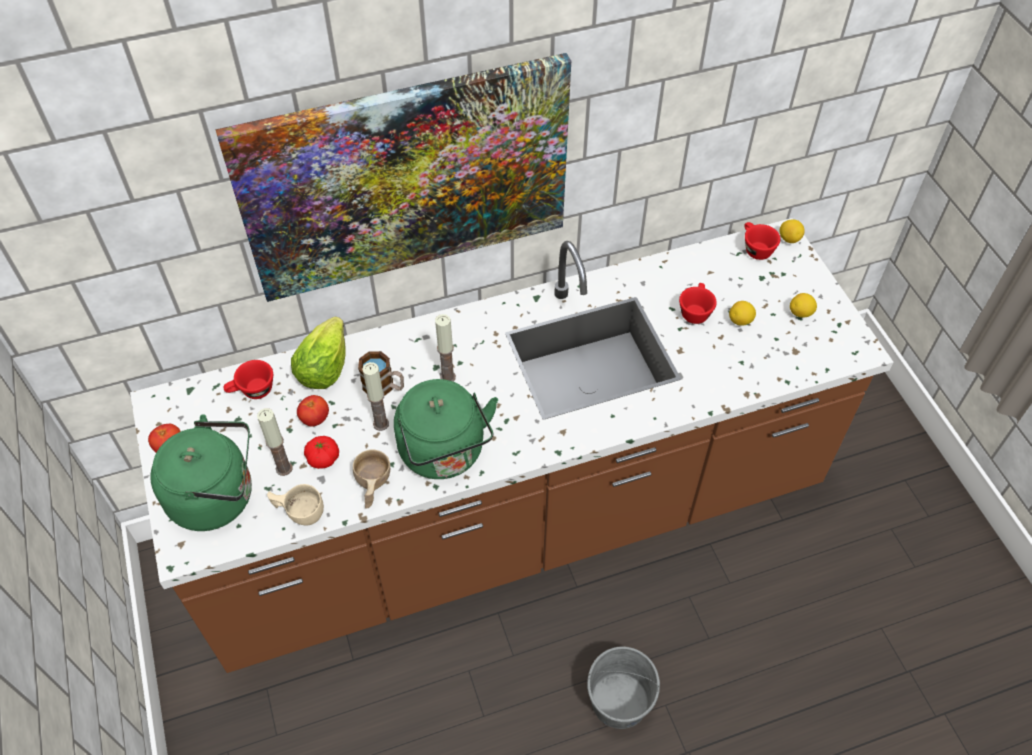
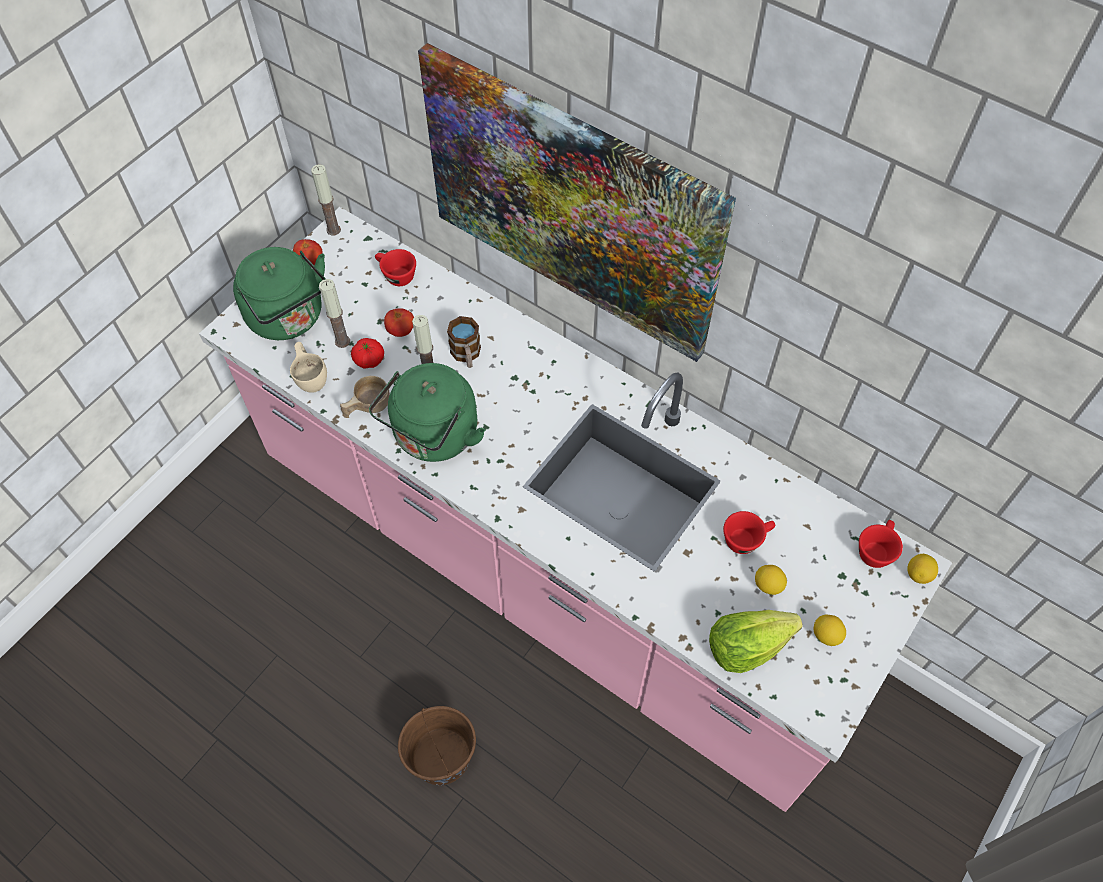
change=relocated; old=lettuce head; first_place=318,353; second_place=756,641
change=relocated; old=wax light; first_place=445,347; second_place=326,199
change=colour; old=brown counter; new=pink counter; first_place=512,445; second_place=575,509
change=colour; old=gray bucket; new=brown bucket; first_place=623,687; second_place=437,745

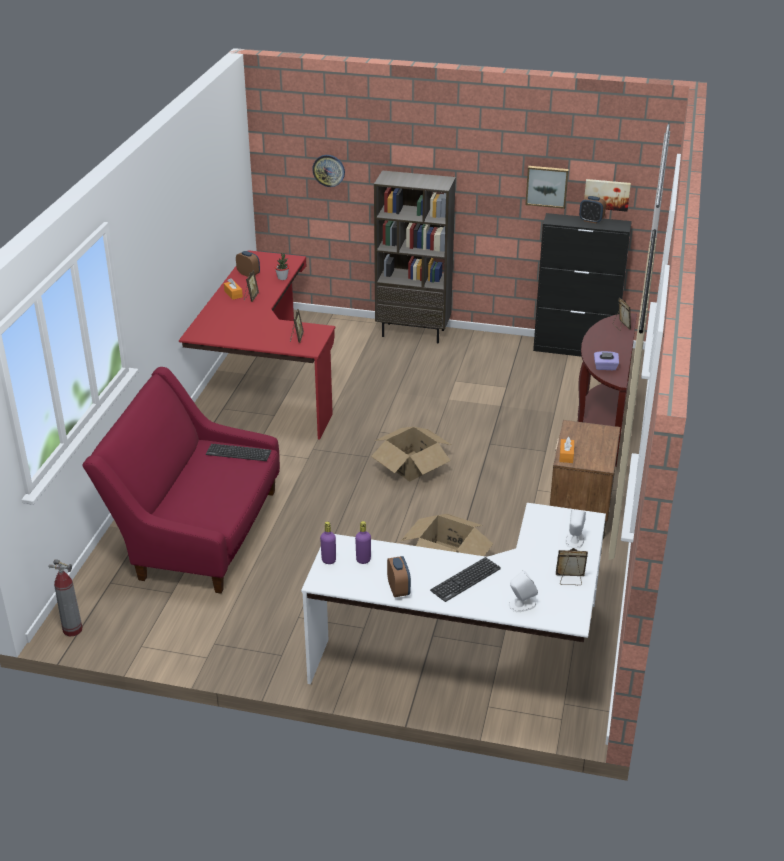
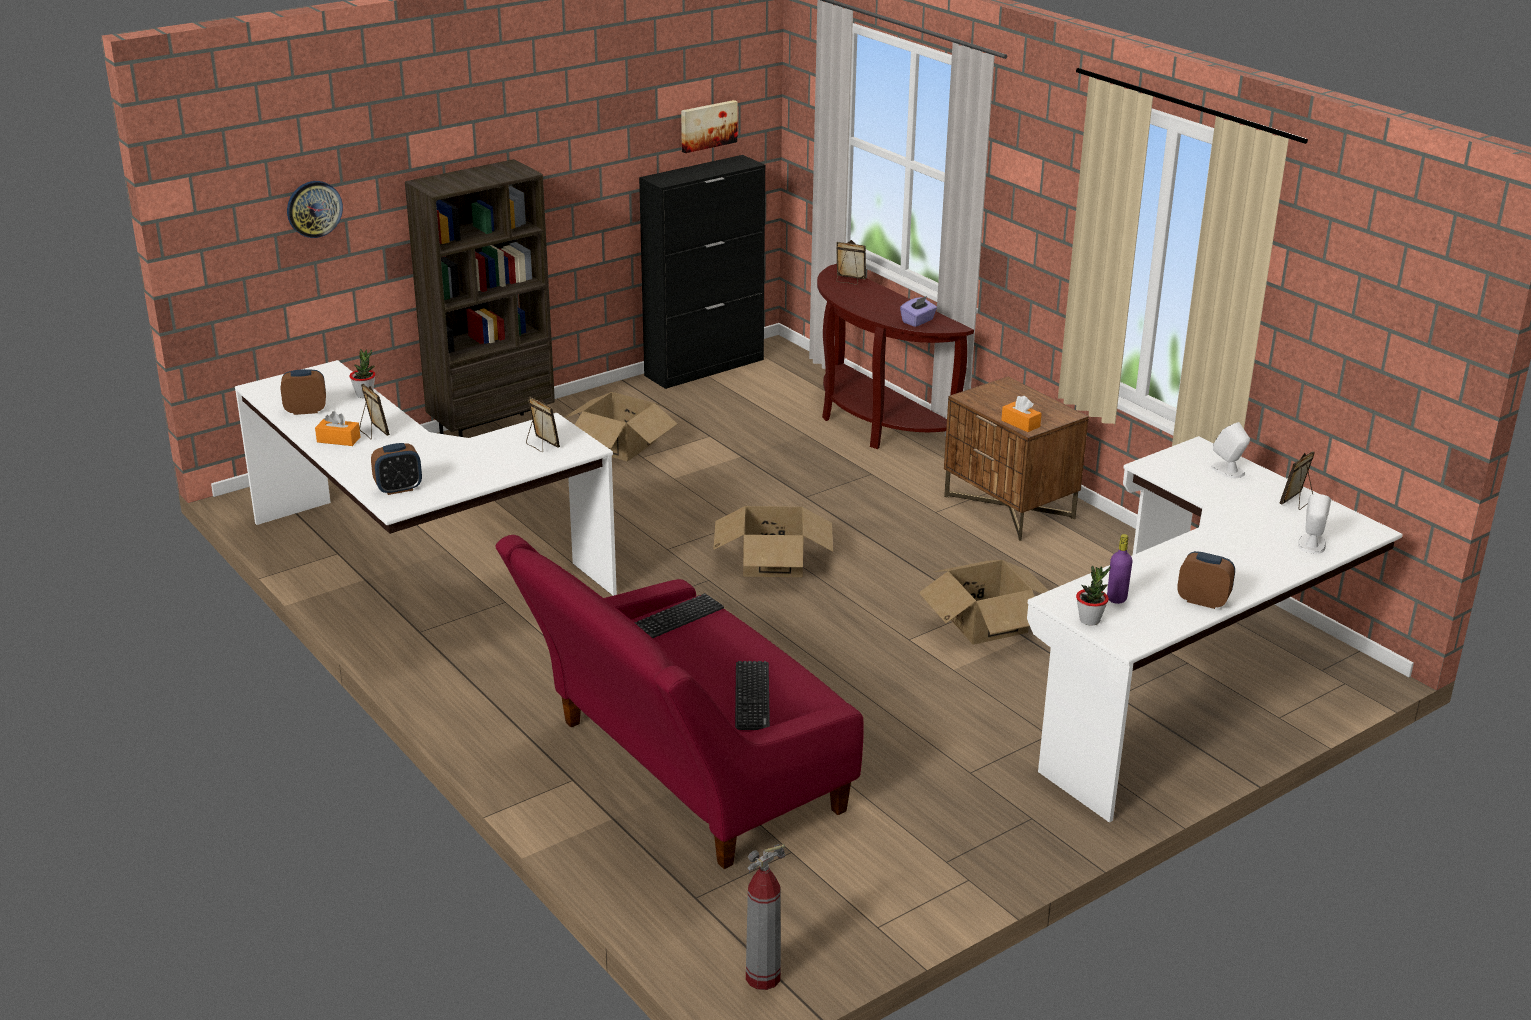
change=missing; old=picture; first_place=547,187
change=appeared; new=packing box; second_place=620,426
change=relocated; old=computer keyboard; first_place=465,579; second_place=752,695
change=relocated; old=bedside clock; first_place=592,209; second_place=396,469
change=exchanged; old=purple bottle; new=potted plant; first_place=328,542; second_place=1093,596
change=colour; old=reddish desk unit; new=white desk unit; first_place=257,345; second_place=426,478

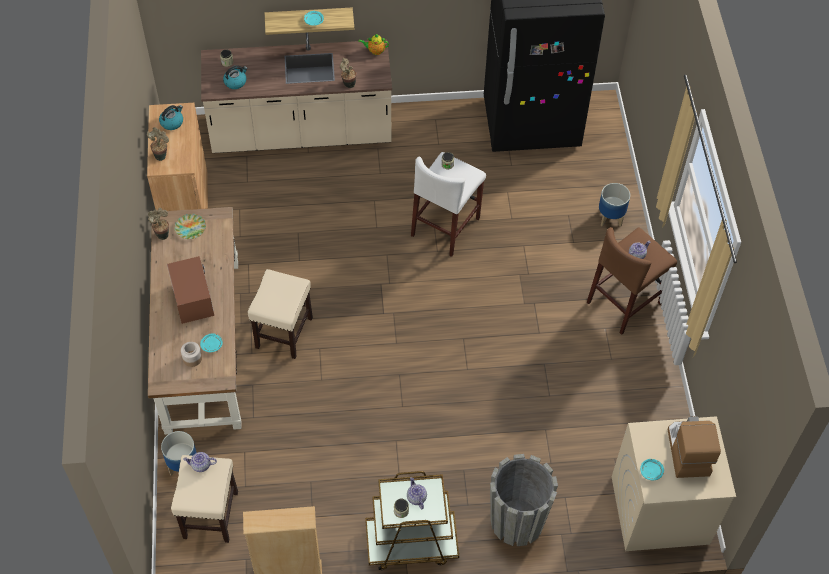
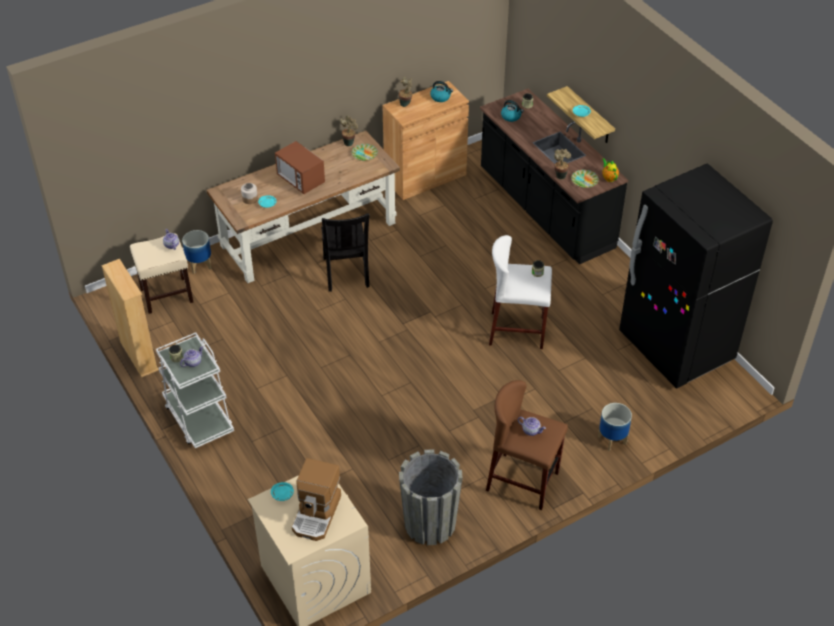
change=appeared; new=dinner plate; second_place=585,179
change=relocated; old=gray plant pot; first_place=524,500; second_place=431,497
change=exchanged; old=beige-coloured sitting stool; new=black-coloured upright chair; first_place=280,314; second_place=345,252
change=colour; old=beige-coloured counter; new=black-coloured counter; first_place=296,92; second_place=554,176
change=colour; old=brown trolley; new=white trolley; first_place=412,520; second_place=195,390
change=spun; old=microwave oven; first_place=190,290; second_place=300,167; degrees=90
change=spun; old=coffee brewer; first_place=694,447; second_place=316,499; degrees=135

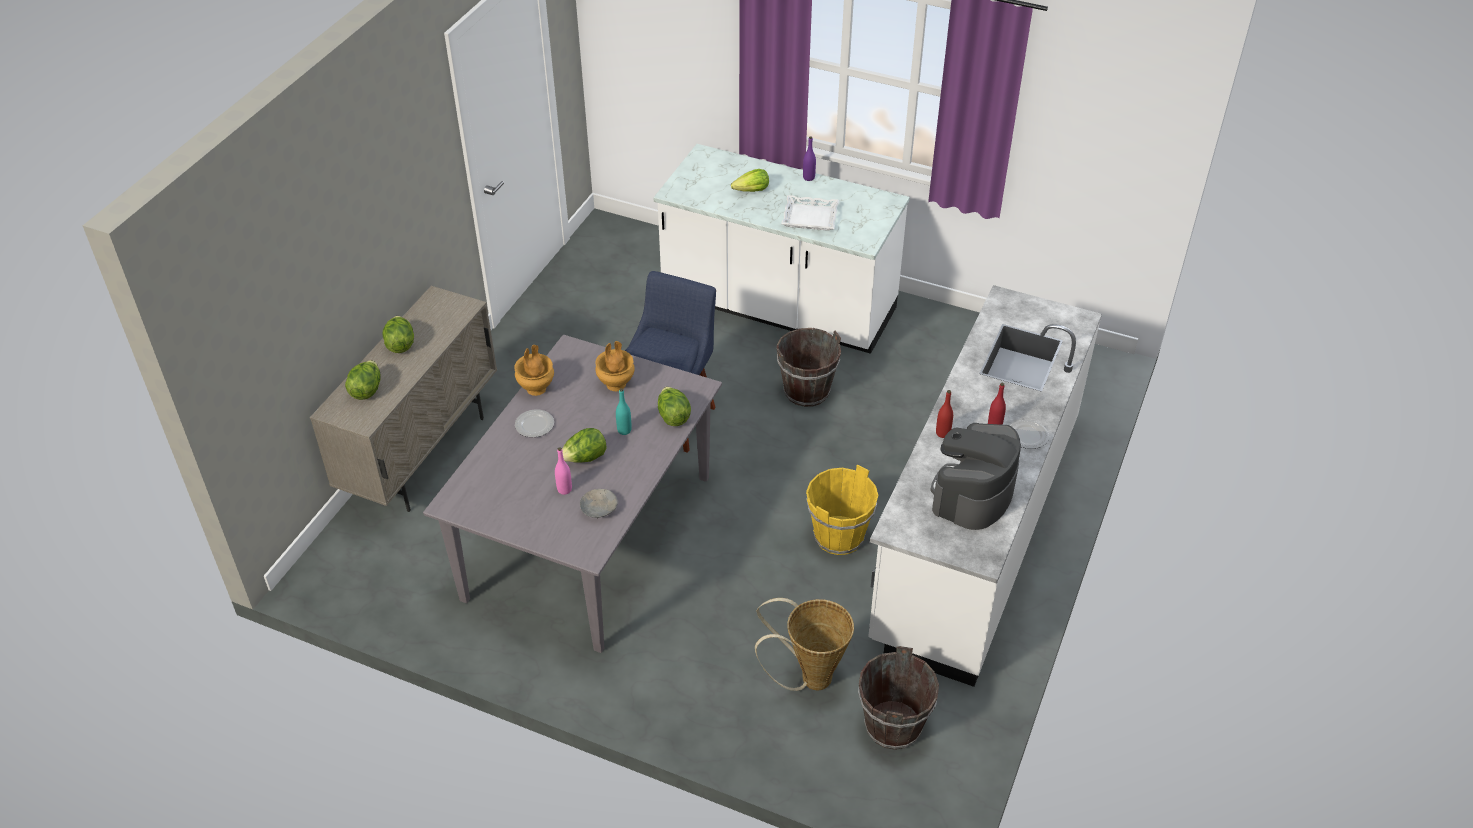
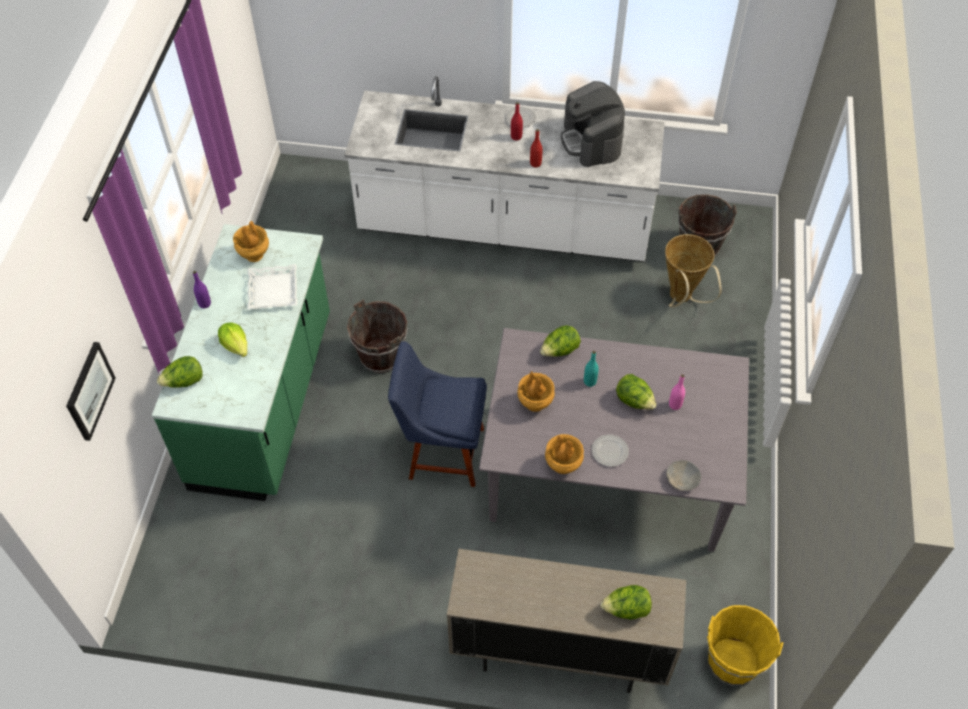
change=appeared; new=picture; second_place=91,391
change=appeared; new=brown flower vase; second_place=251,241
change=relocated; old=lettuce head; first_place=398,334; second_place=180,372
change=relocated; old=gray serving bowl; first_place=599,503; second_place=683,475
change=relocated; old=yellow-coloured bucket; first_place=842,510; second_place=745,645
change=colour; old=white counter; new=greenish counter; first_place=782,249; second_place=241,362
change=spun; old=coffee brewer; first_place=975,476; second_place=593,124; degrees=60

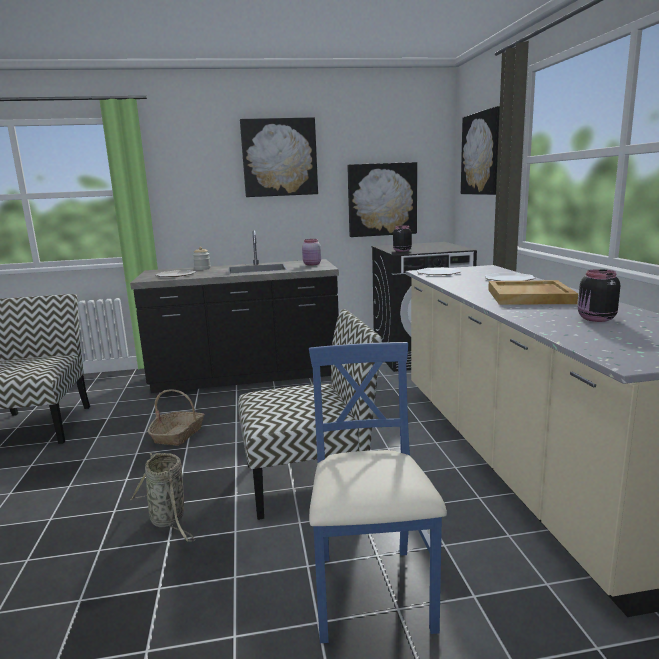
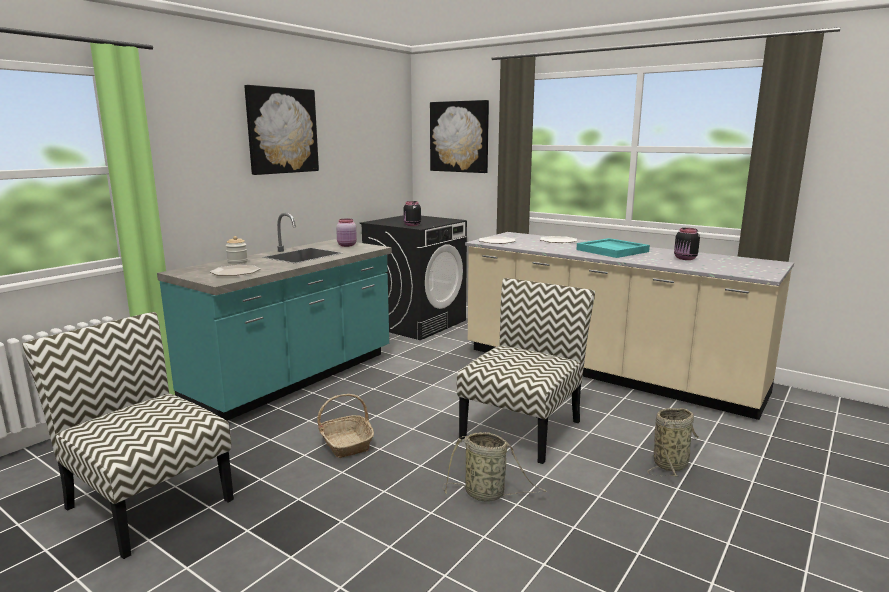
change=missing; old=picture; first_place=382,199
change=exchanged; old=blue-coloured upright chair; new=household basket; first_place=378,492; second_place=673,442
change=colour; old=black-coloured counter; new=turquoise counter; first_place=234,311; second_place=274,317
change=colour; old=beige-coloured carrying tray; new=turquoise carrying tray; first_place=533,292; second_place=613,248

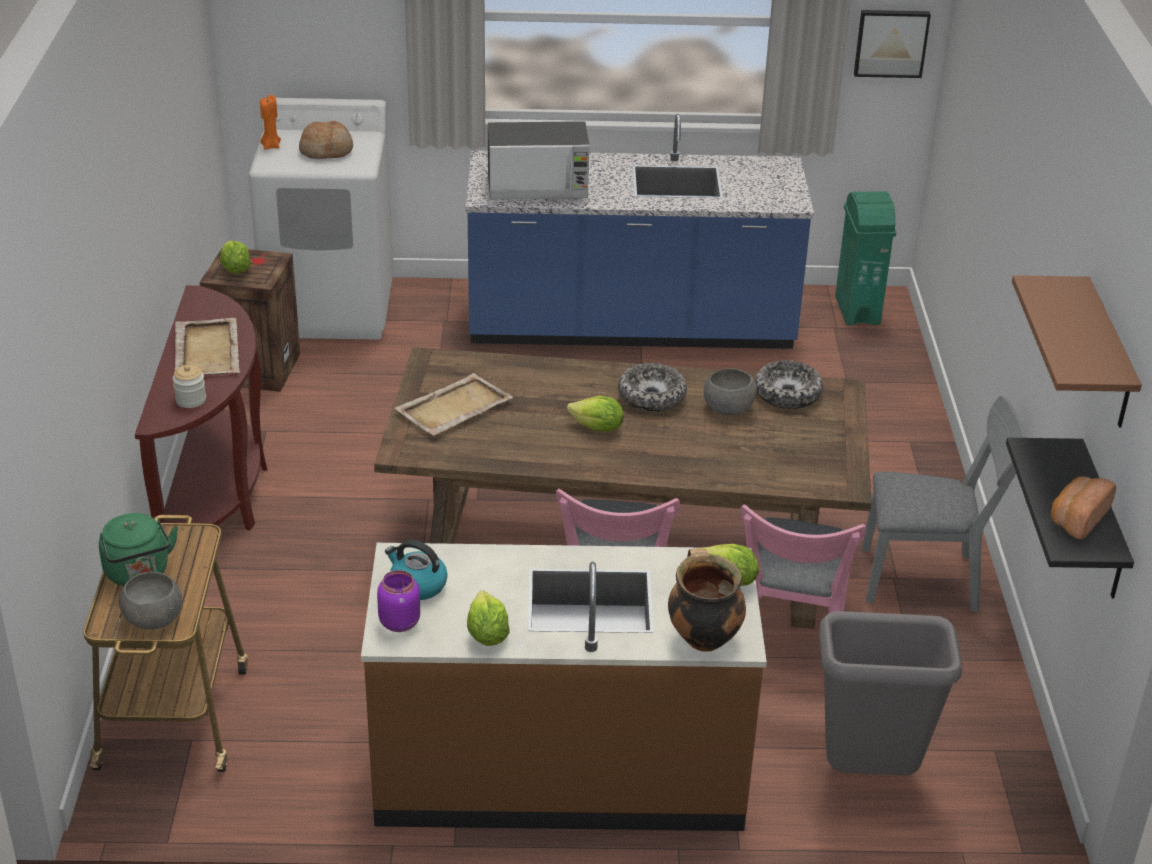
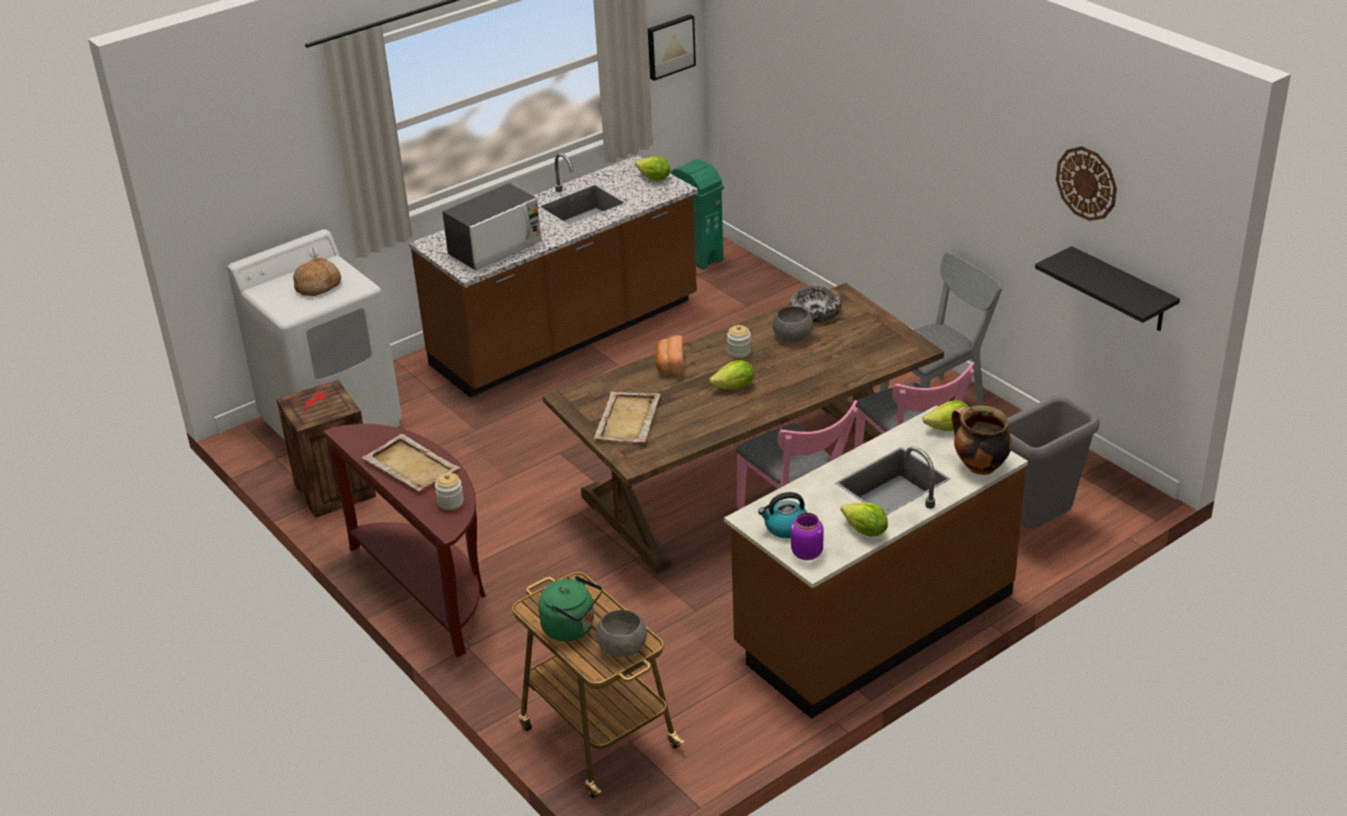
change=missing; old=orangey wax light; first_place=270,122
change=relocated; old=lettuce head; first_place=235,256; second_place=652,168
change=relocated; old=bread; first_place=1083,508; second_place=670,355
change=exchanged; old=serving bowl; new=preserve jar; first_place=652,387; second_place=739,341
change=exchanged; old=brown shelf; new=hanging clock; first_place=1077,351; second_place=1086,183
change=colour; old=blue-coloured counter; new=brown counter; first_place=640,231; second_place=553,275

